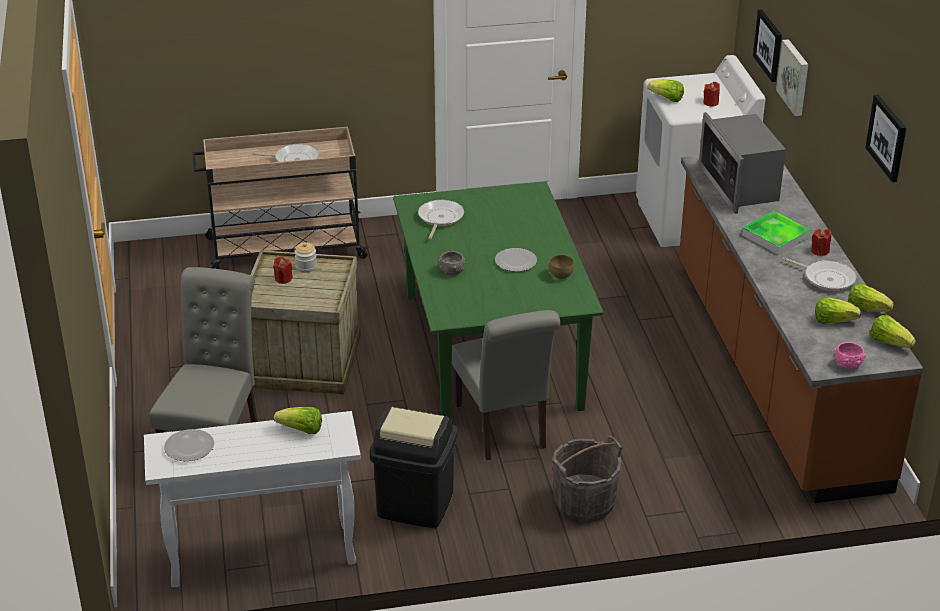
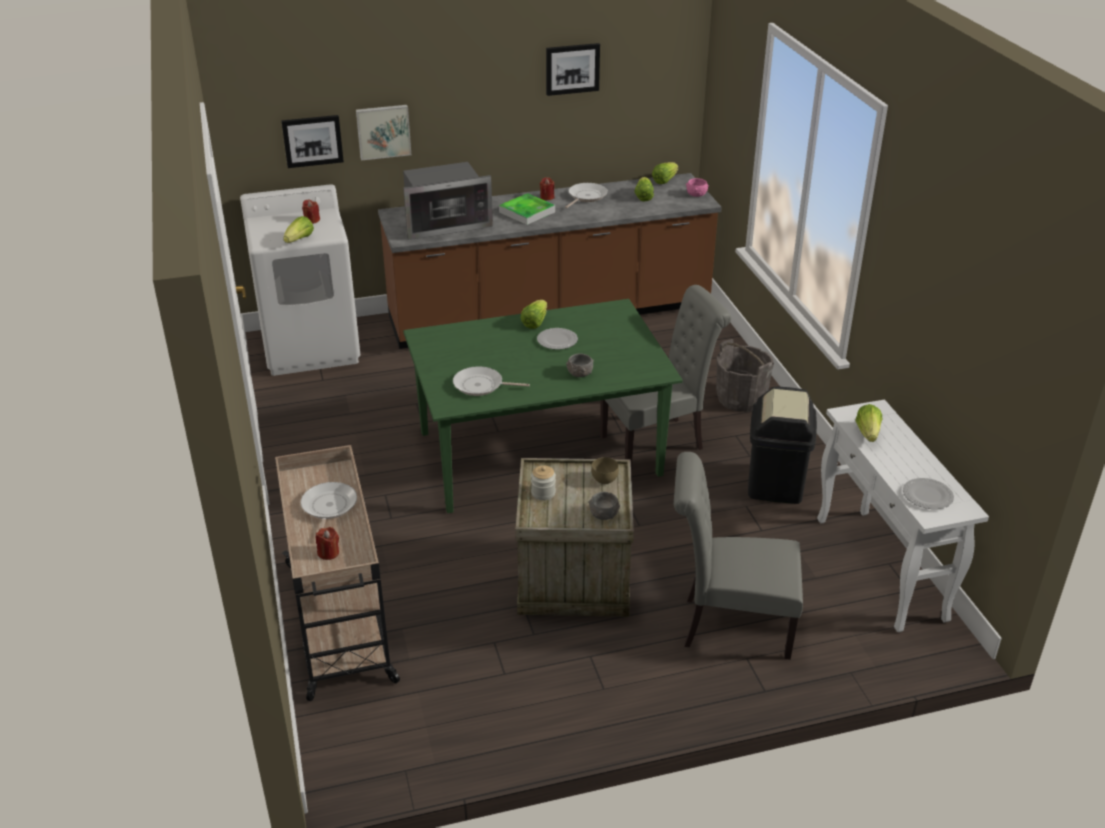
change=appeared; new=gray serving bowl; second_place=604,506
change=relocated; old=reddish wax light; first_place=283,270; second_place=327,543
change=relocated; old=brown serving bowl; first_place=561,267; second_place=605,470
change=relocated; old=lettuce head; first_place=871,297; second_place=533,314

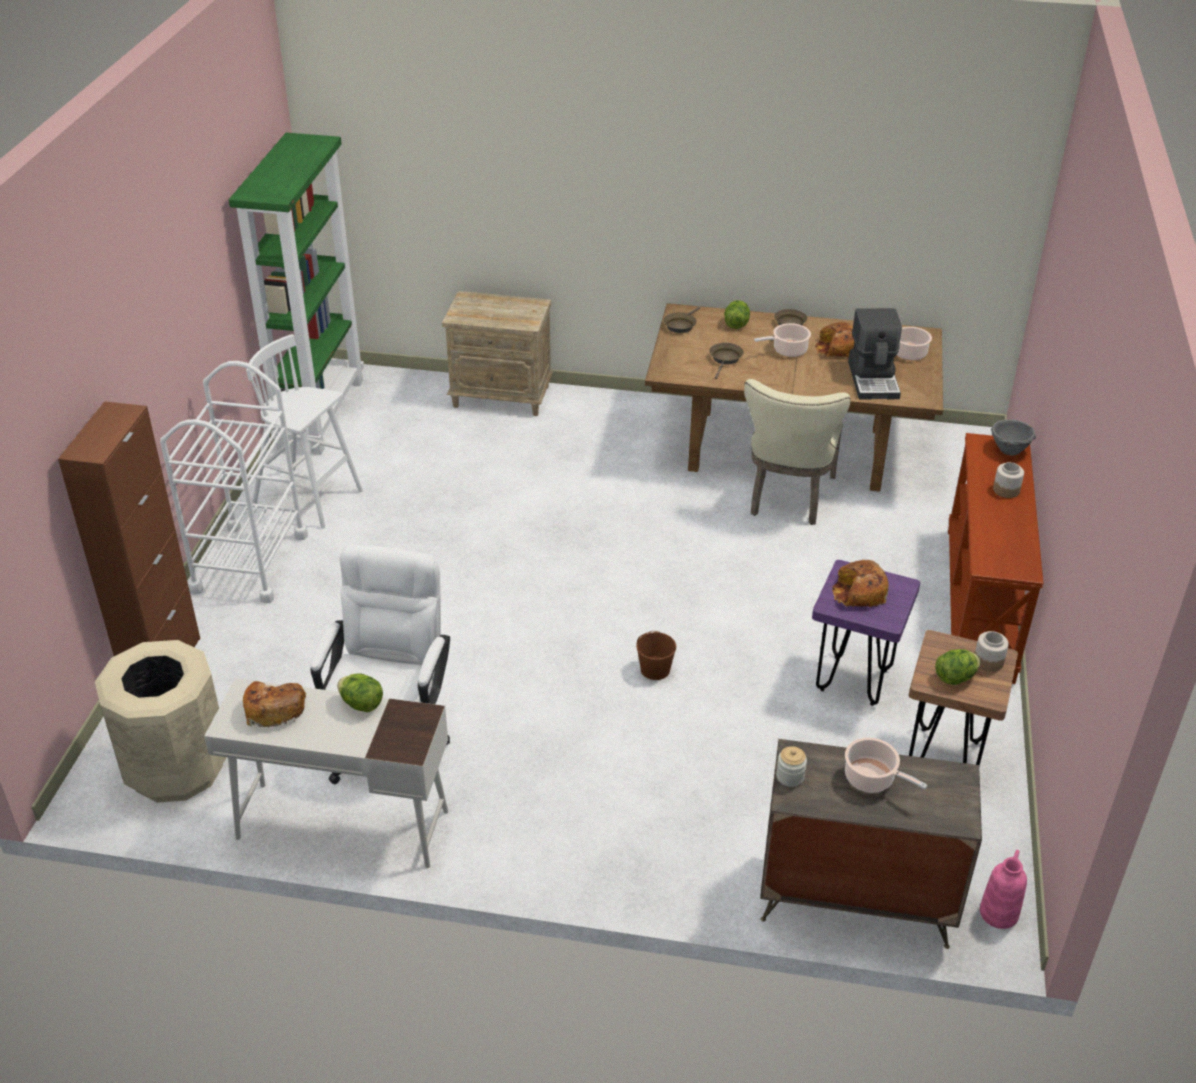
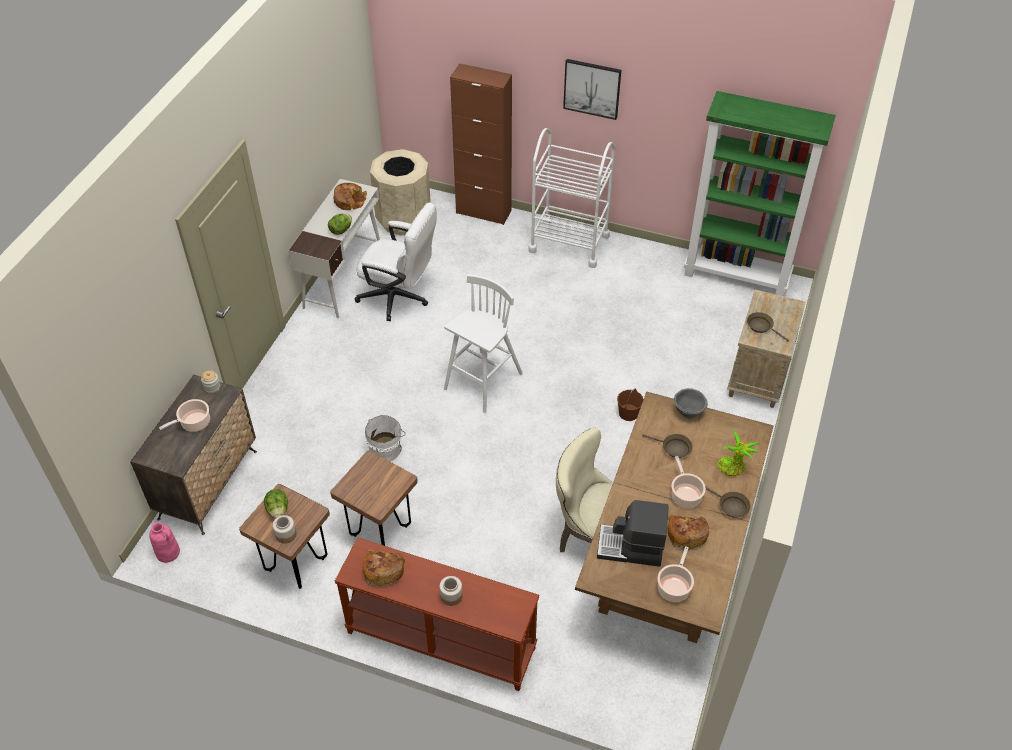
change=appeared; new=white bucket; second_place=385,438
change=appeared; new=picture; second_place=592,89
change=relocated; old=white sitting stool; first_place=304,431; second_place=483,343
change=relocated; old=brown bucket; first_place=656,655; second_place=630,405
change=relocated; old=brown pan; first_place=682,319; second_place=768,326
change=relocated; old=bread; first_place=860,583; second_place=384,567
change=relocated; old=gray serving bowl; first_place=1013,437; second_place=691,403
change=exchanged; old=lettuce head; new=potted plant; first_place=737,314; second_place=739,452
change=colour; old=purple sitting stool; new=brown sitting stool; first_place=866,633; second_place=374,498

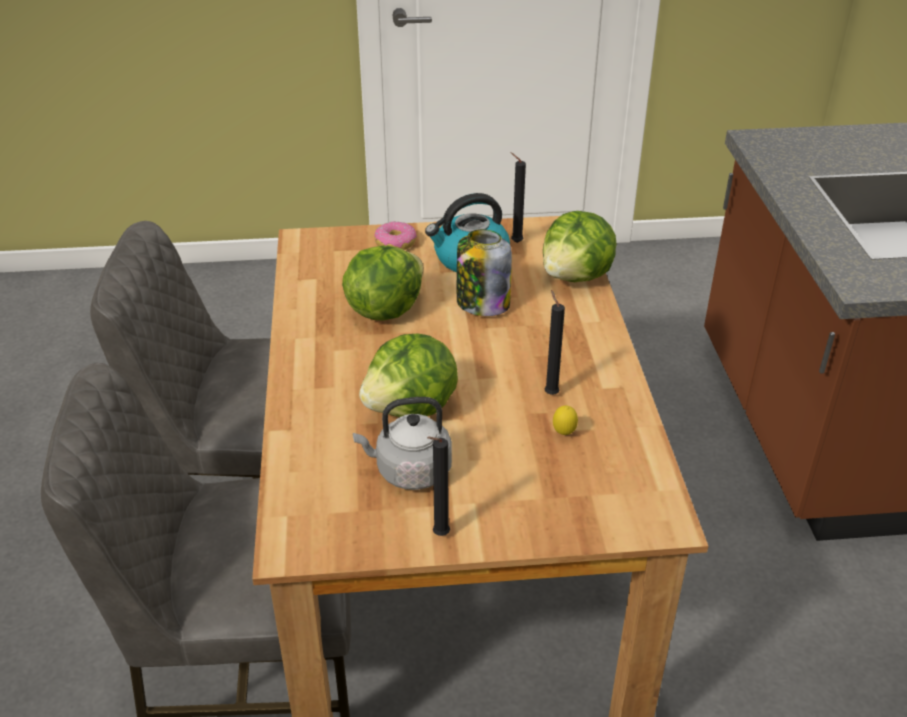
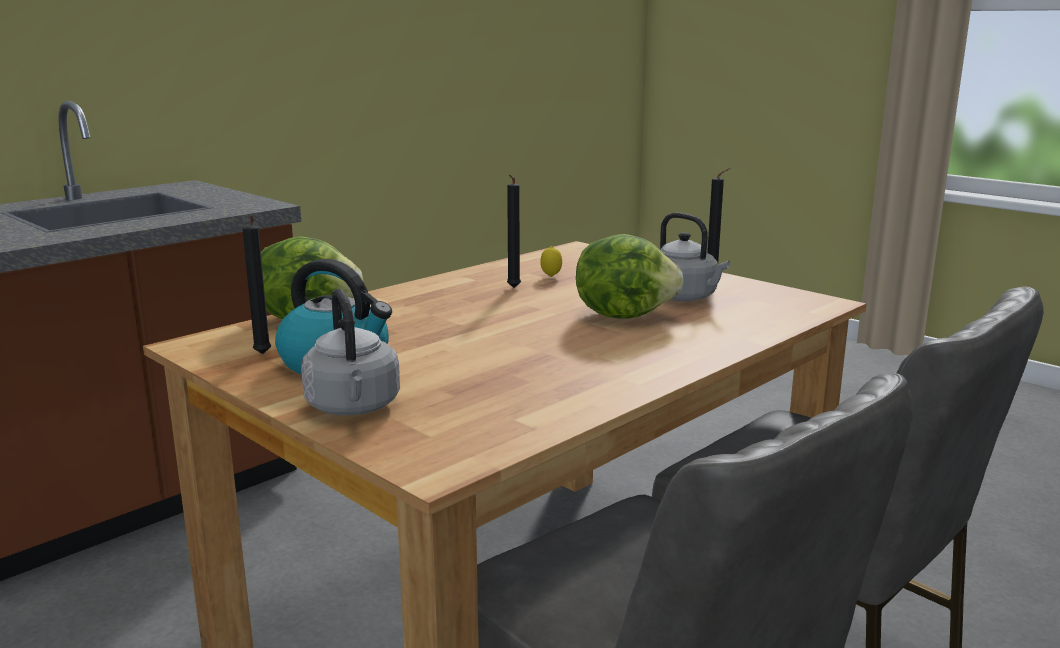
change=missing; old=lettuce head; first_place=382,283
change=missing; old=preserve jar; first_place=484,272
change=exchanged; old=ring doughnut; new=gray water kettle; first_place=395,235; second_place=350,352

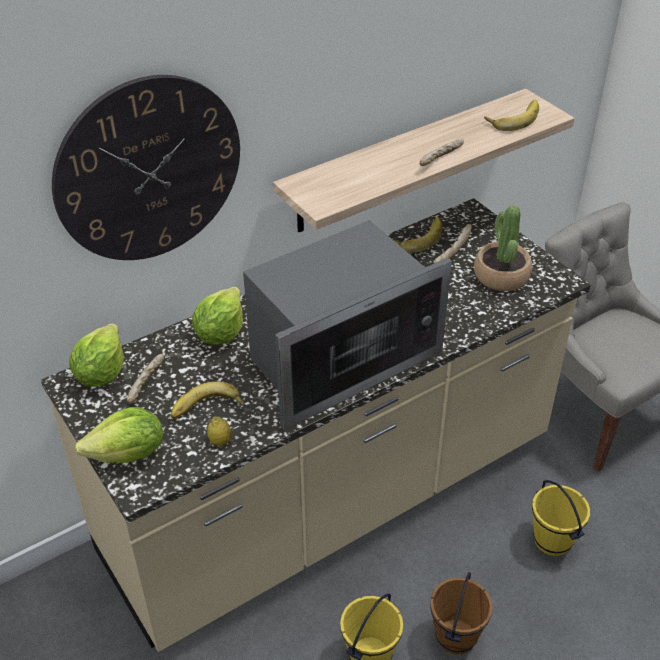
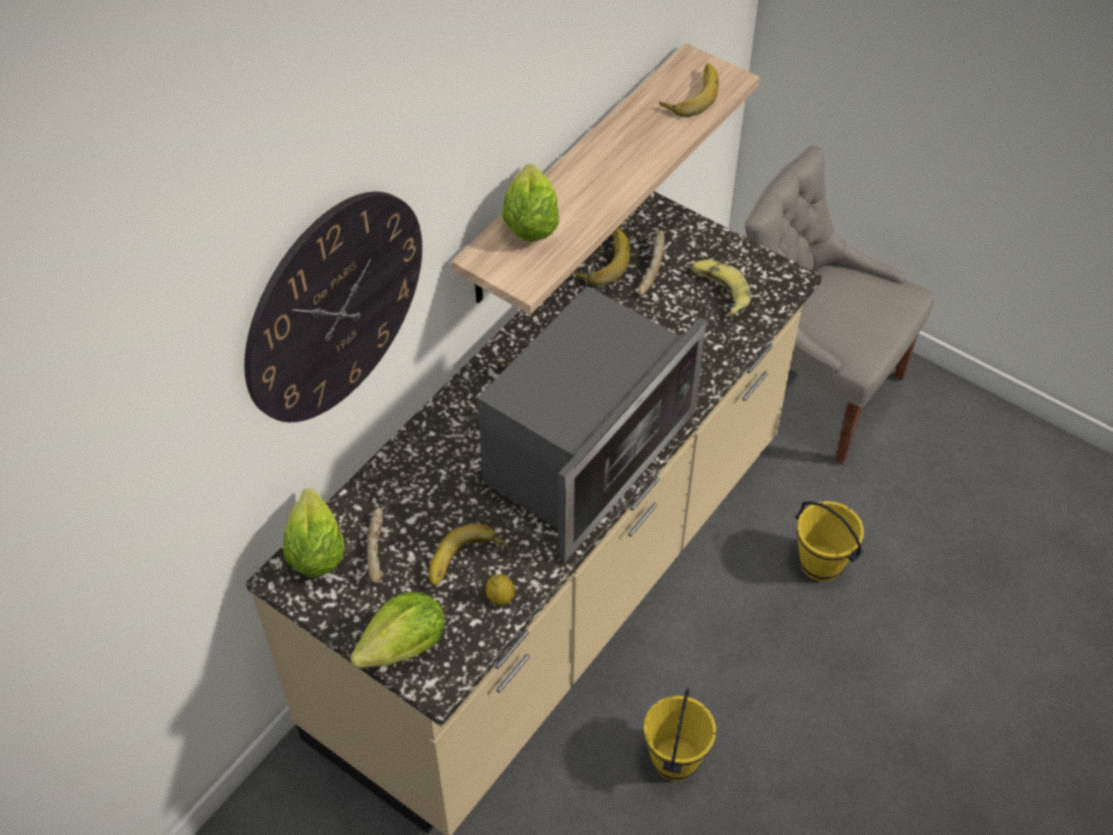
change=missing; old=bread; first_place=442,152
change=missing; old=brown bucket; first_place=461,613
change=relocated; old=lettuce head; first_place=217,316; second_place=530,202
change=exchanged; old=potted plant; new=banana; first_place=503,248; second_place=720,288

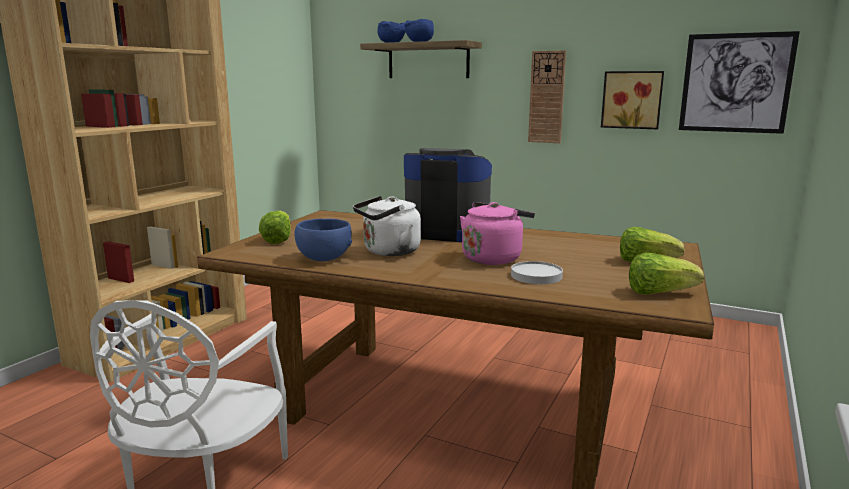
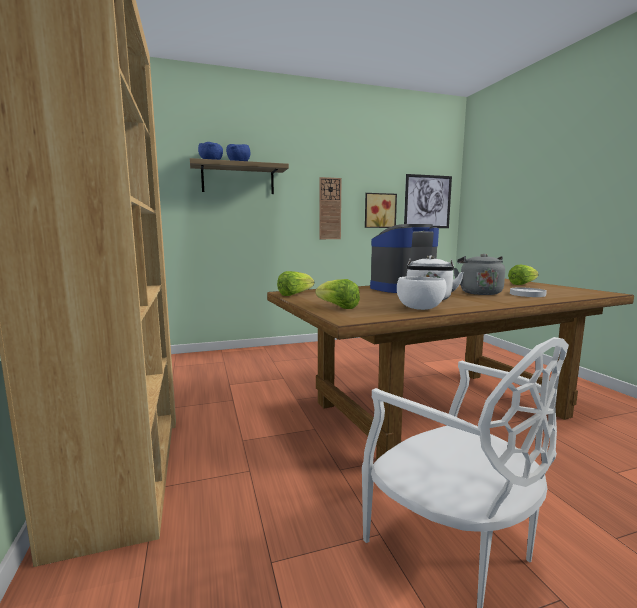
change=relocated; old=lettuce head; first_place=666,274; second_place=295,283
change=colour; old=blue-coloured serving bowl; new=white serving bowl; first_place=323,240; second_place=422,293
change=colour; old=pink water kettle; new=gray water kettle; first_place=497,233; second_place=479,274

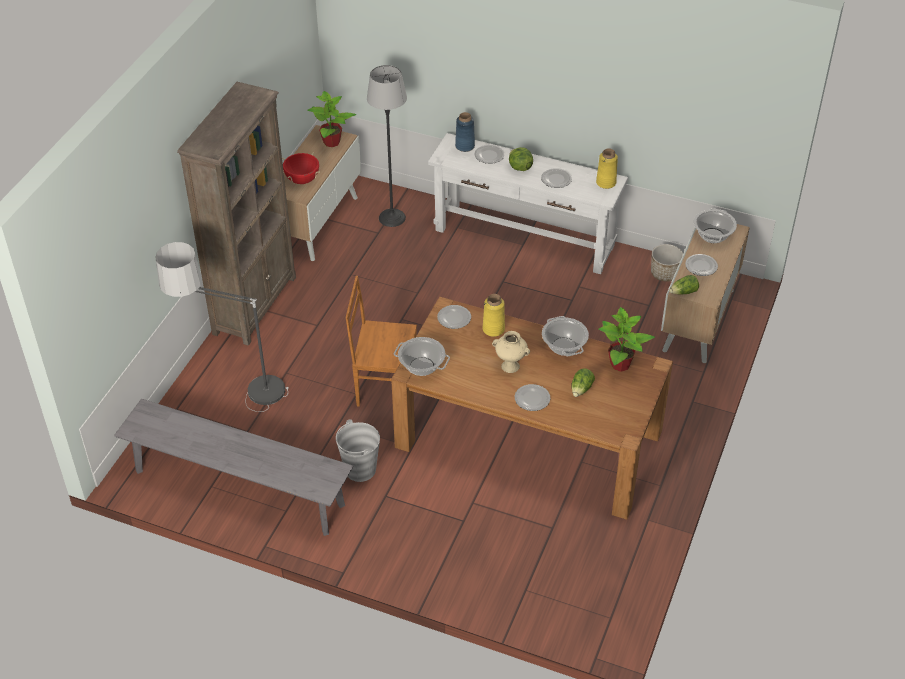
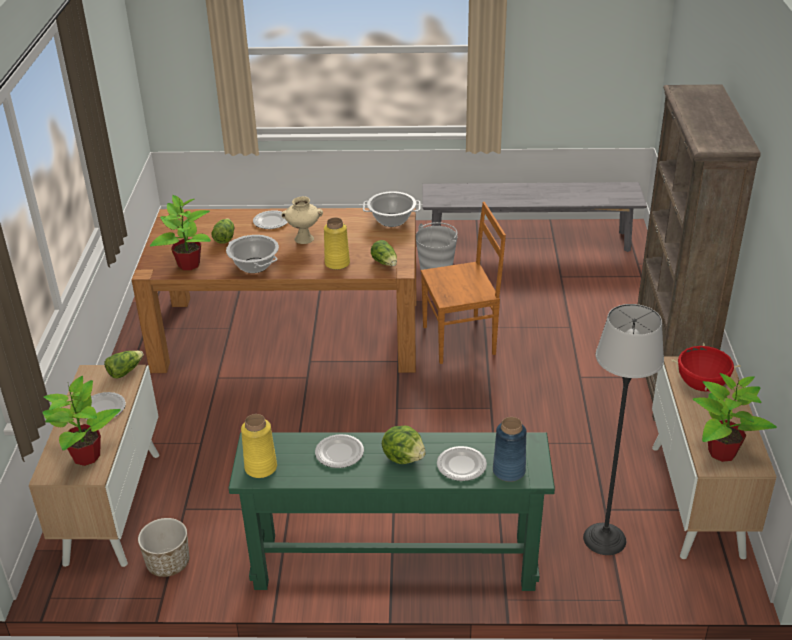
change=missing; old=standard lamp; first_place=222,327
change=exchanged; old=dinner plate; new=lettuce head; first_place=454,317; second_place=384,253
change=exchanged; old=saucepot; new=potted plant; first_place=715,225; second_place=81,421
change=colour; old=white hall table; new=greenish hall table; first_place=528,203; second_place=391,511

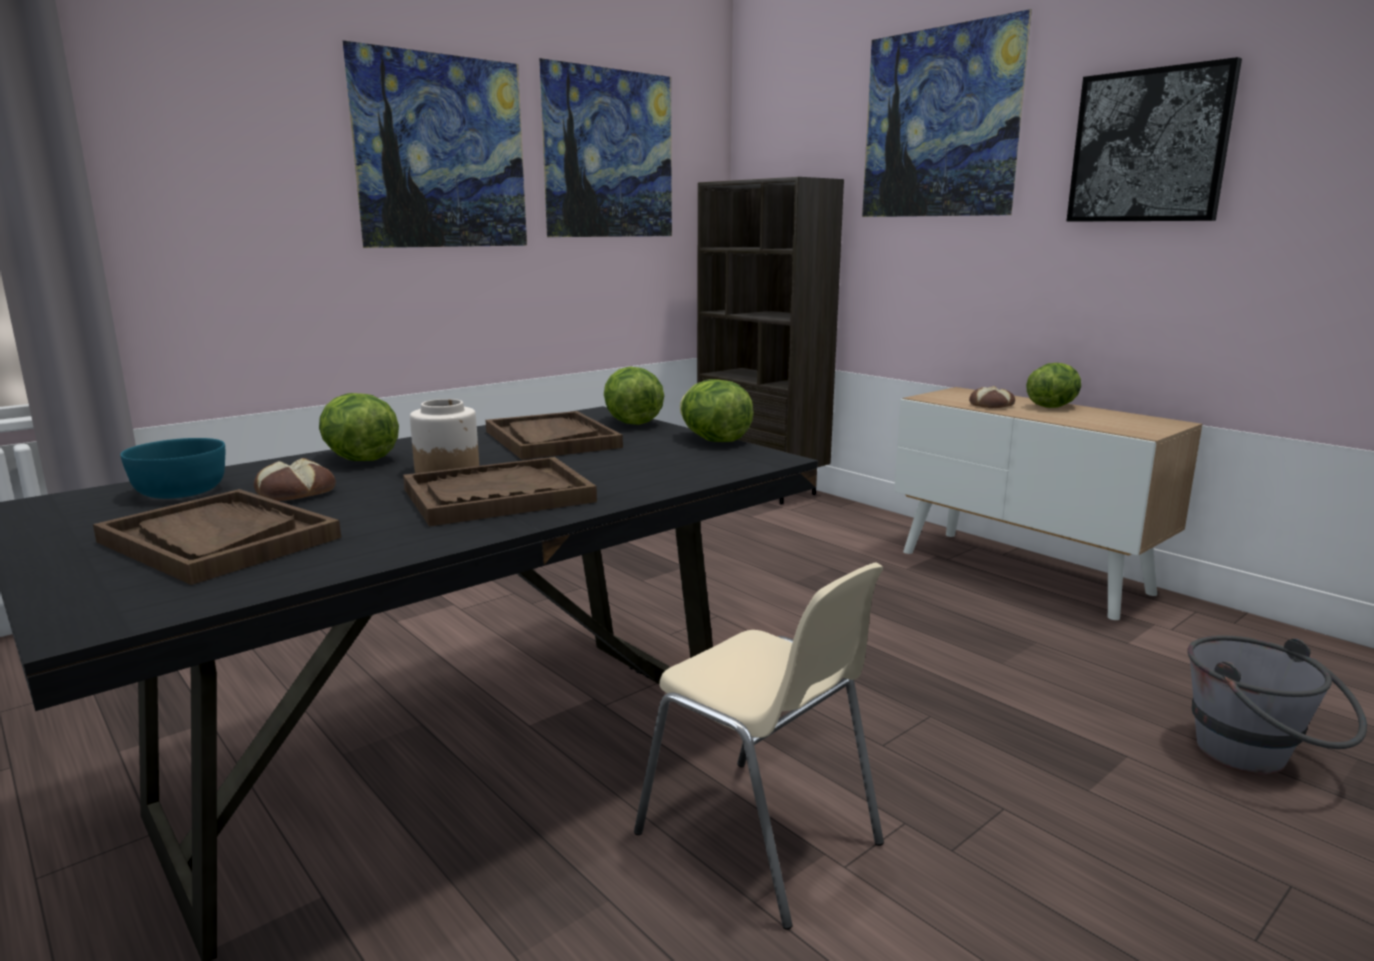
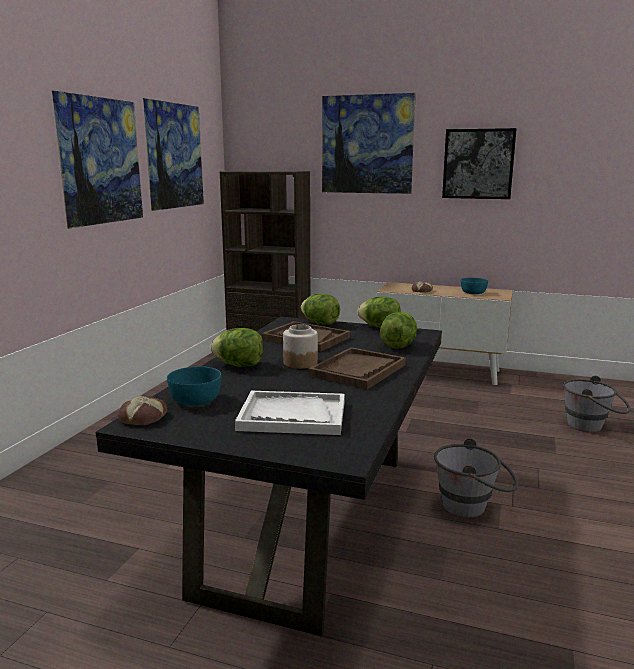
change=appeared; new=turquoise serving bowl; second_place=474,286
change=relocated; old=bread; first_place=295,479; second_place=142,410
change=relocated; old=lettuce head; first_place=1053,385; second_place=398,330
change=exchanged; old=beige-coloured upright chair; new=gray bucket; first_place=759,746; second_place=476,478
change=colour; old=brown carrying tray; new=white carrying tray; first_place=217,537; second_place=290,413

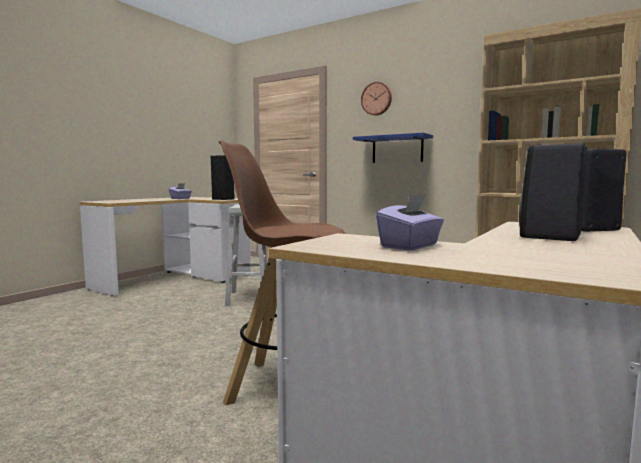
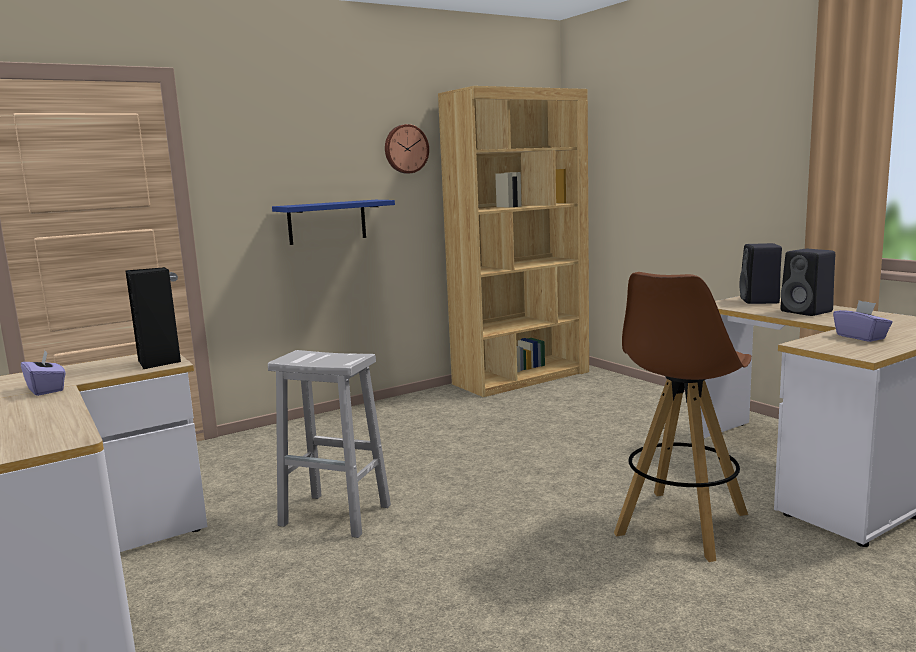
change=relocated; old=hanging clock; first_place=376,99; second_place=407,149

